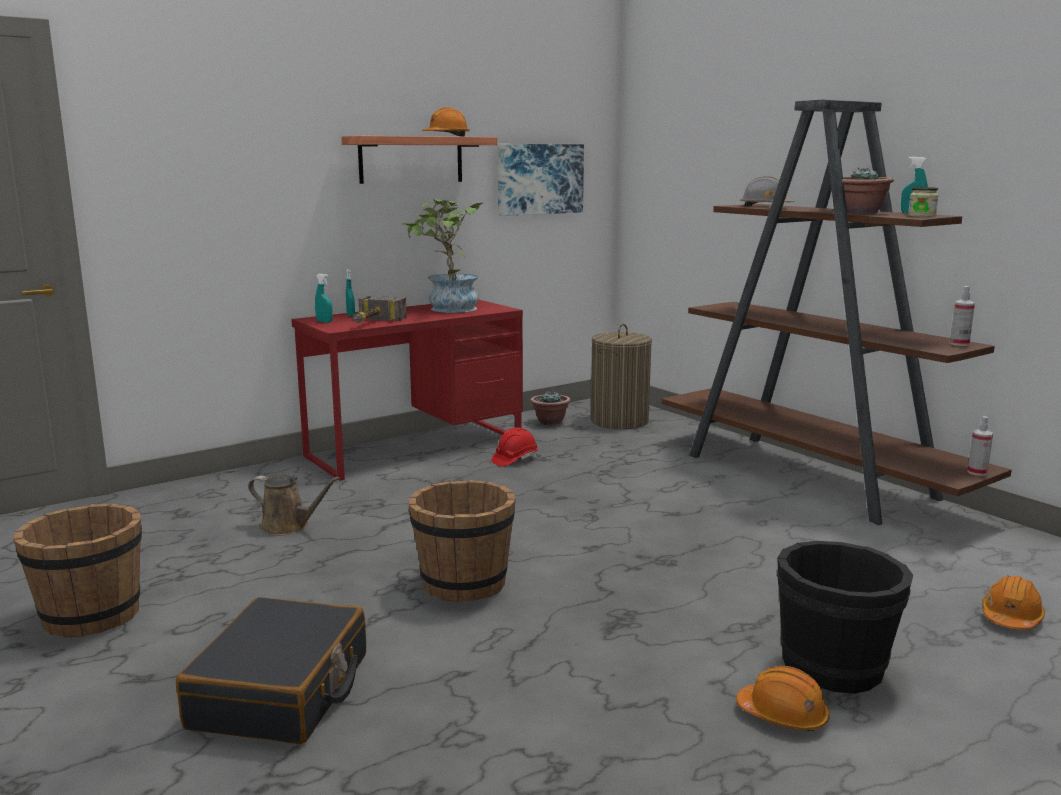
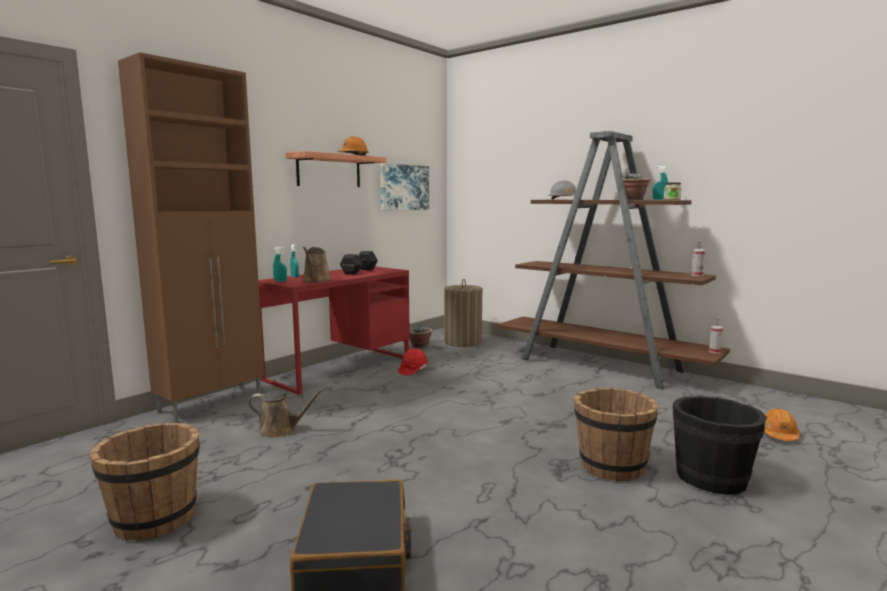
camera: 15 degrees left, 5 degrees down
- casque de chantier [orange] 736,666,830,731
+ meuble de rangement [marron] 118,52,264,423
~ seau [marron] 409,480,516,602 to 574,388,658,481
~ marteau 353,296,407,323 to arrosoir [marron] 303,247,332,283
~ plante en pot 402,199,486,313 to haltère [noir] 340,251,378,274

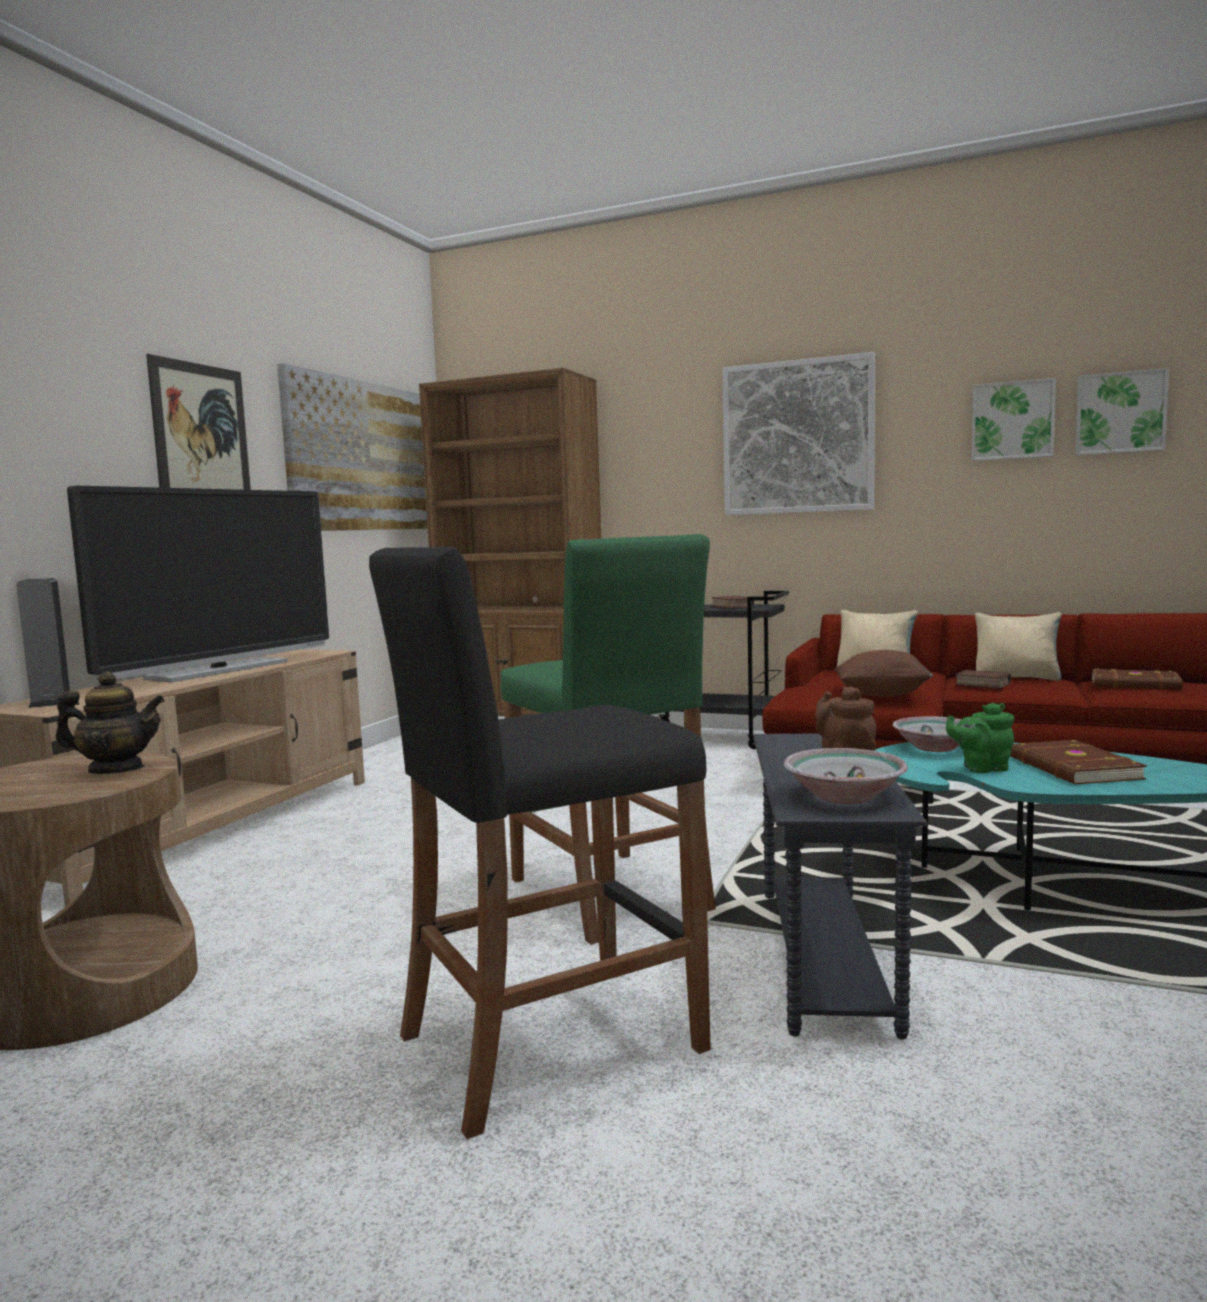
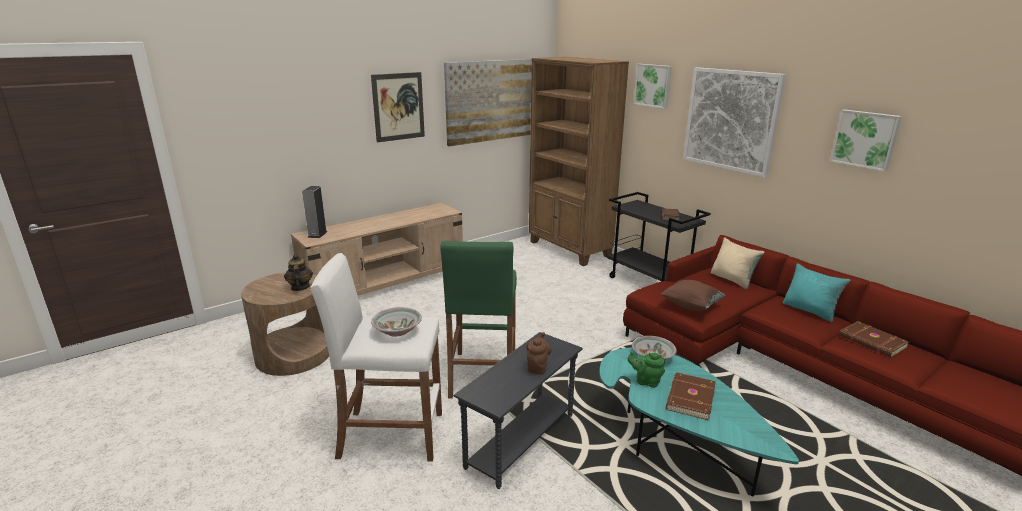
camera: 30 degrees right, 15 degrees up
- téléviseur 67,486,329,682
- livre 955,670,1011,689
~ bol 784,748,908,804 to 371,307,422,337
~ tableau 1075,368,1169,455 to 634,64,672,109
~ tabouret [noir] 369,546,711,1139 to tabouret [blanc] 311,253,442,462
~ coussin [beige] 975,612,1062,681 to coussin [turquoise] 783,263,850,322
~ théière 56,672,165,774 = 284,254,313,291 135 degrees counterclockwise

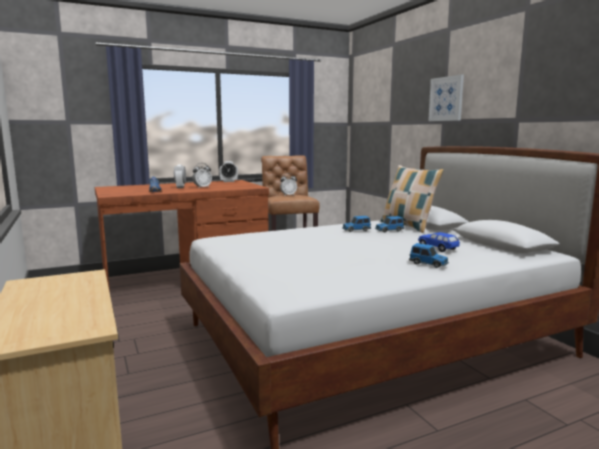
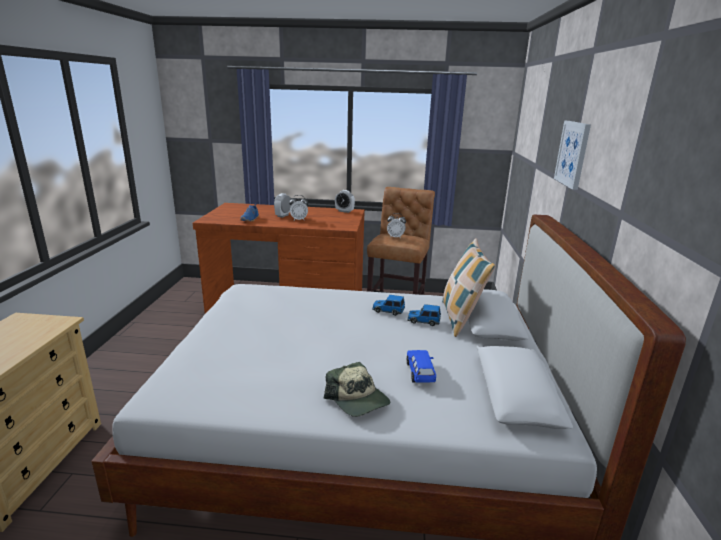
camera: 30 degrees right, 10 degrees up
~ petite voiture 409,243,449,268 to casquette 324,362,390,417

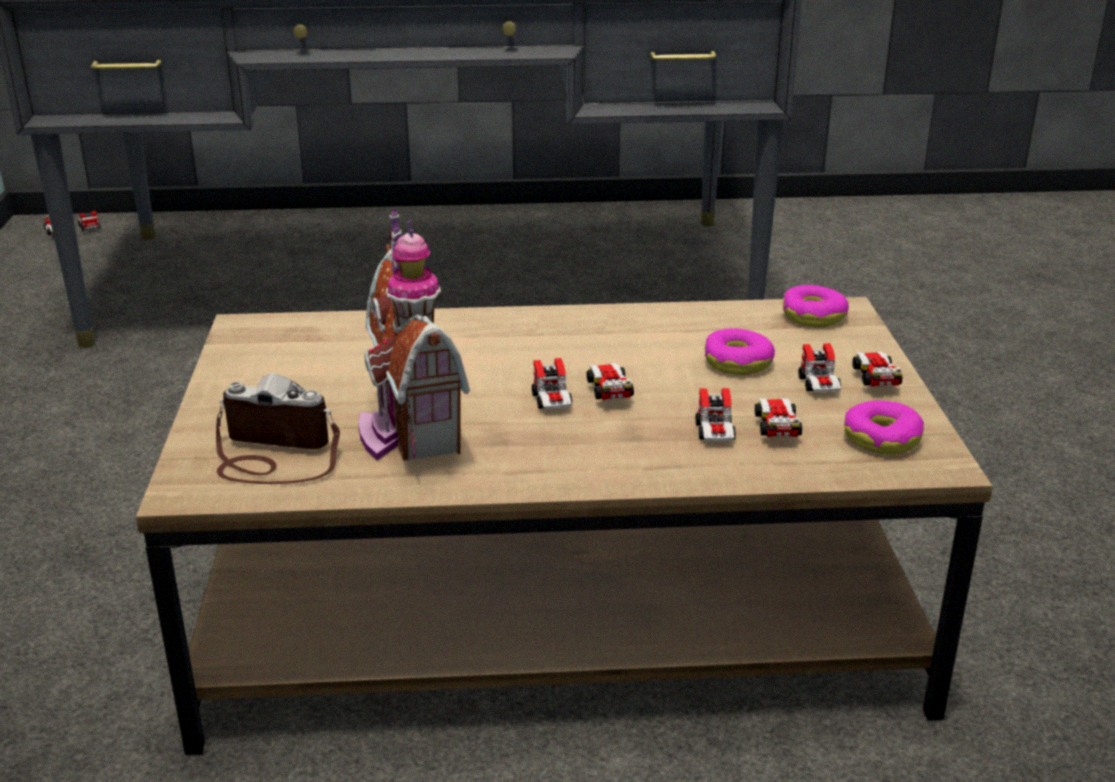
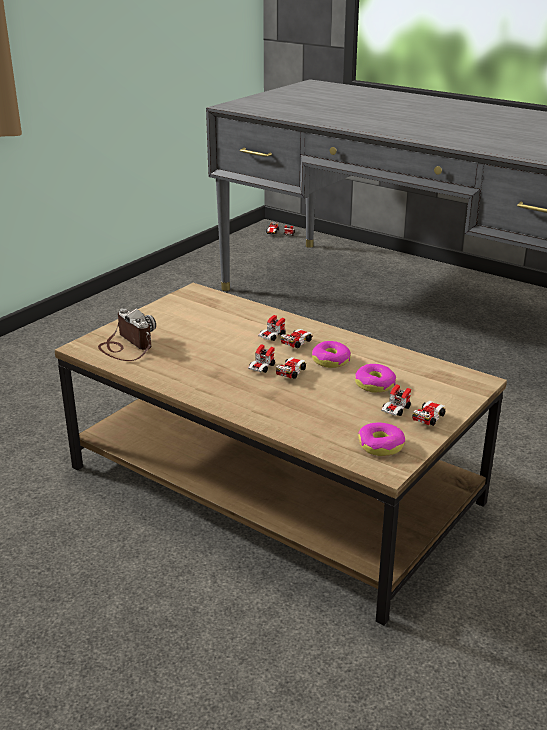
camera: 40 degrees right, 0 degrees up
- maison miniature 358,208,470,461
~ petite voiture 696,388,802,441 to 258,315,313,348
~ beignet 783,285,849,327 to 312,341,351,368

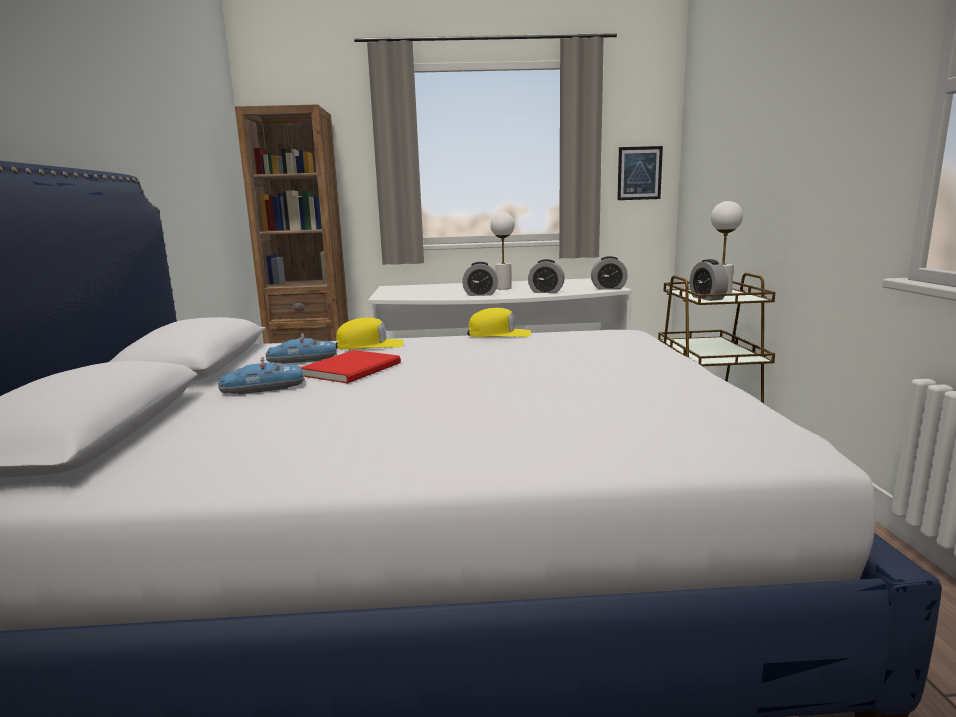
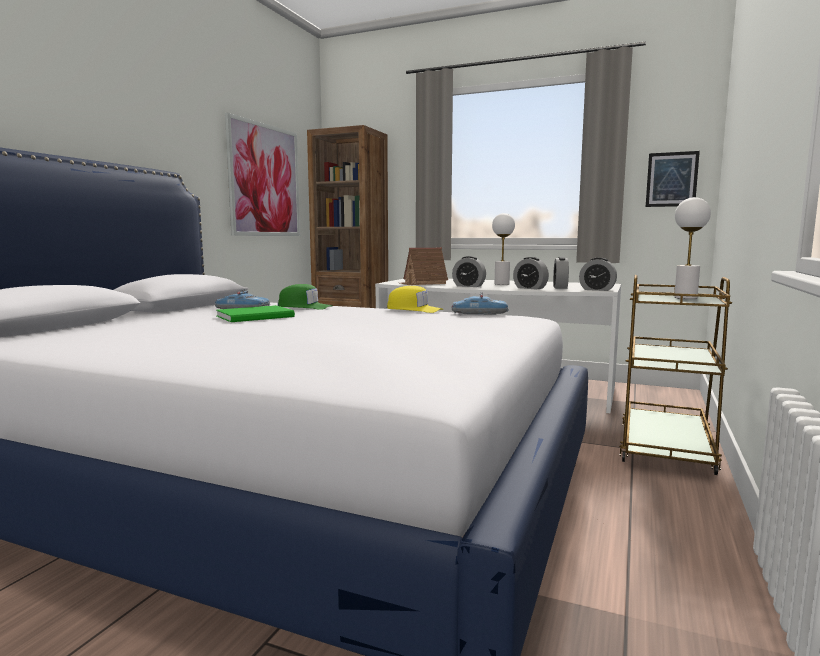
camera: 25 degrees right, 5 degrees down
+ tableau 225,112,300,236
+ maison miniature 400,247,448,285
~ petite voiture 218,357,305,394 to 452,292,509,315
~ réveil 690,259,728,301 to 553,257,569,289
~ livre [rouge] 301,350,401,384 to livre [vert] 216,305,295,322
~ casquette [jaune] 336,317,403,350 to casquette [vert] 278,284,332,310

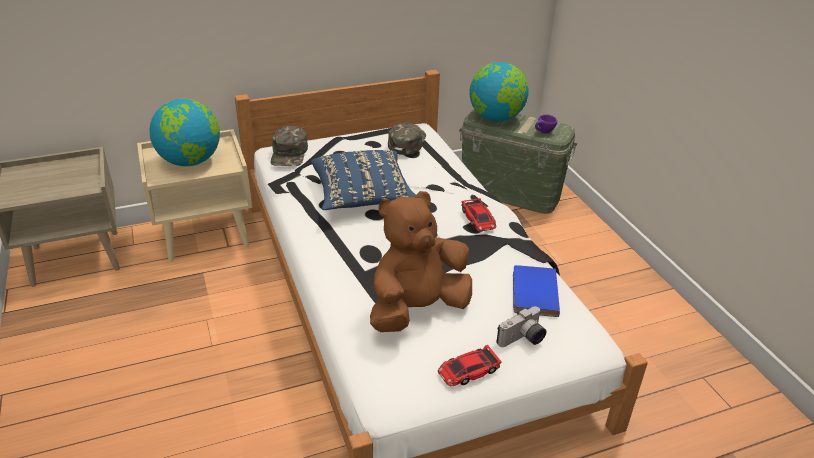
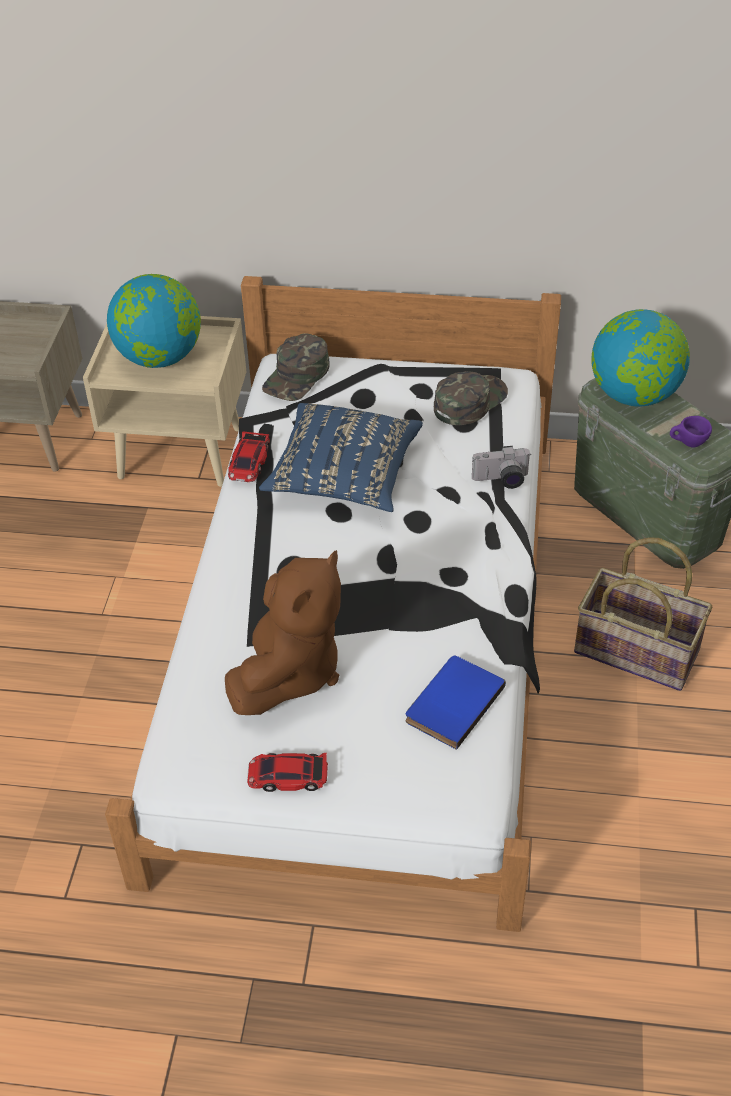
camera: 30 degrees right, 10 degrees up
+ panier 574,537,712,691
~ petite voiture 462,198,496,232 to 228,431,270,482
~ appareil photo 496,306,547,347 to 472,446,530,489
~ peluche [marron] 370,191,472,332 = 225,550,341,715 120 degrees clockwise

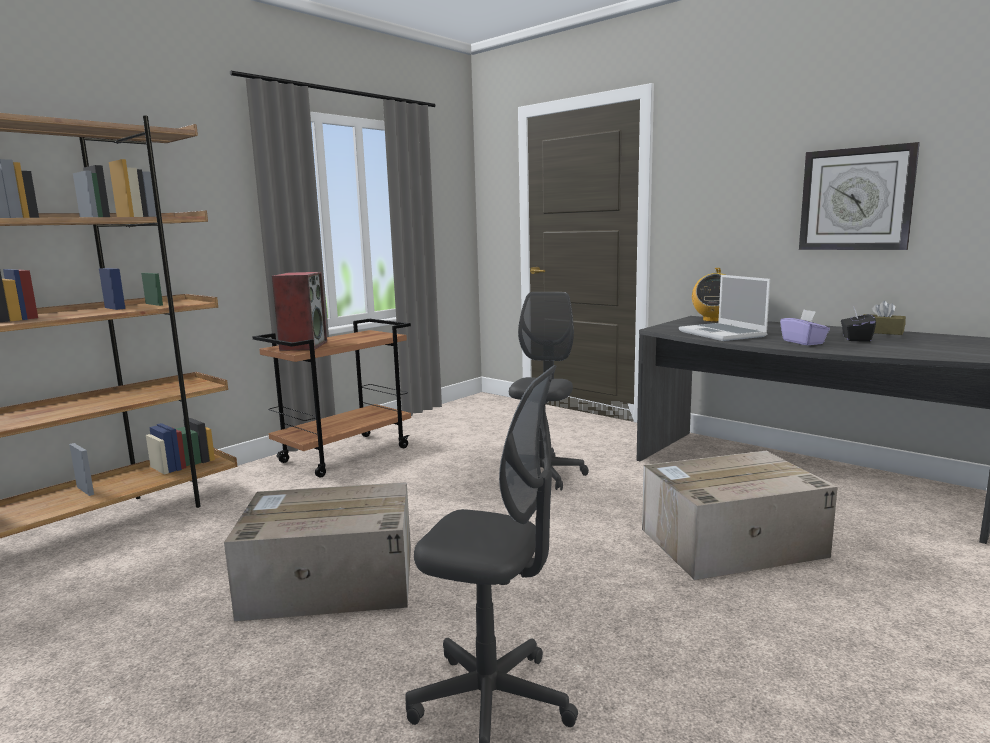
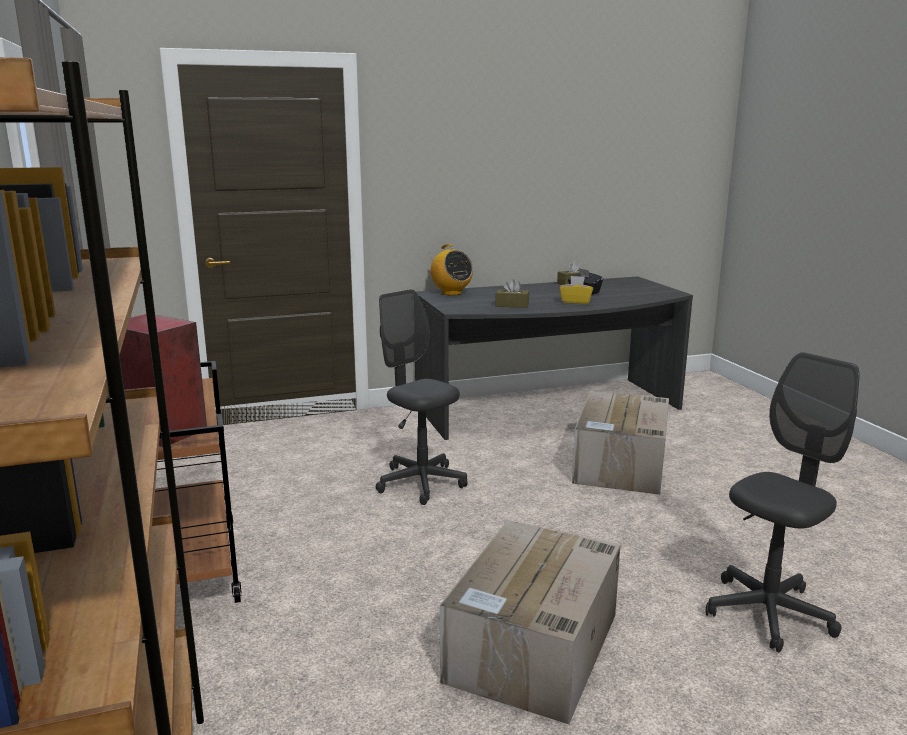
camera: 60 degrees left, 5 degrees up
- horloge murale 799,142,920,250
~ ordinateur portable 679,275,770,341 to boîte à mouchoirs [marron] 495,279,529,308
~ boîte à mouchoirs [violet] 780,310,830,345 to boîte à mouchoirs [jaune] 559,276,593,304

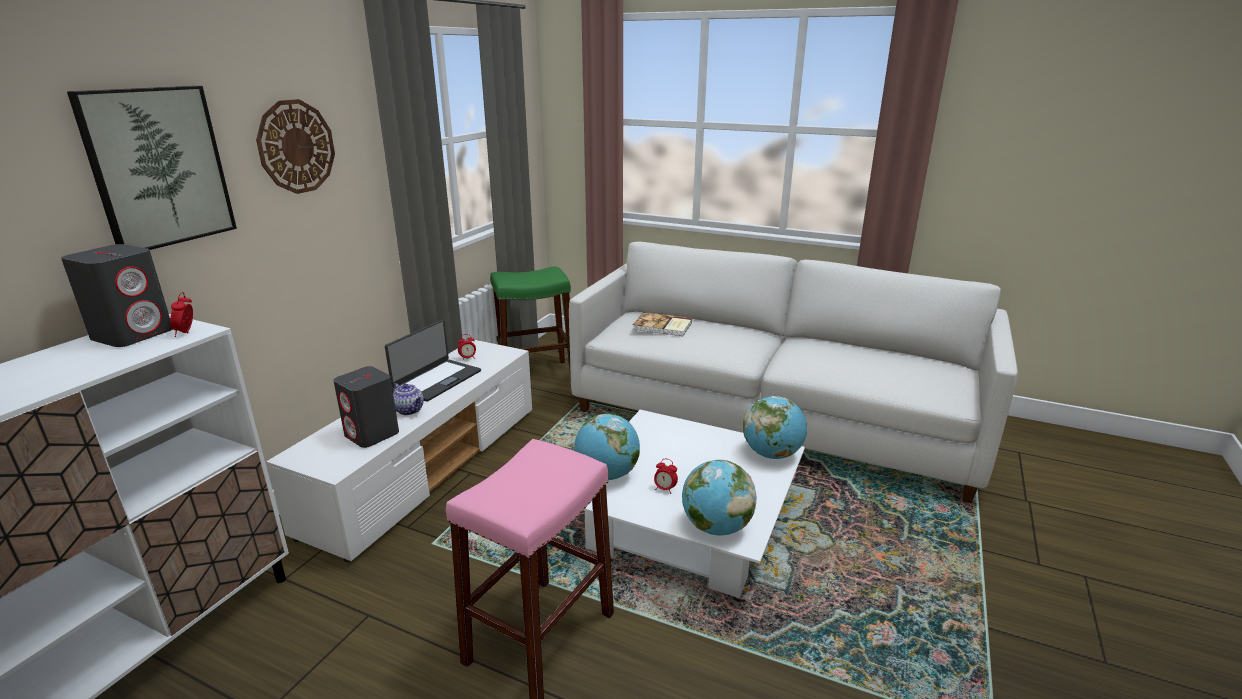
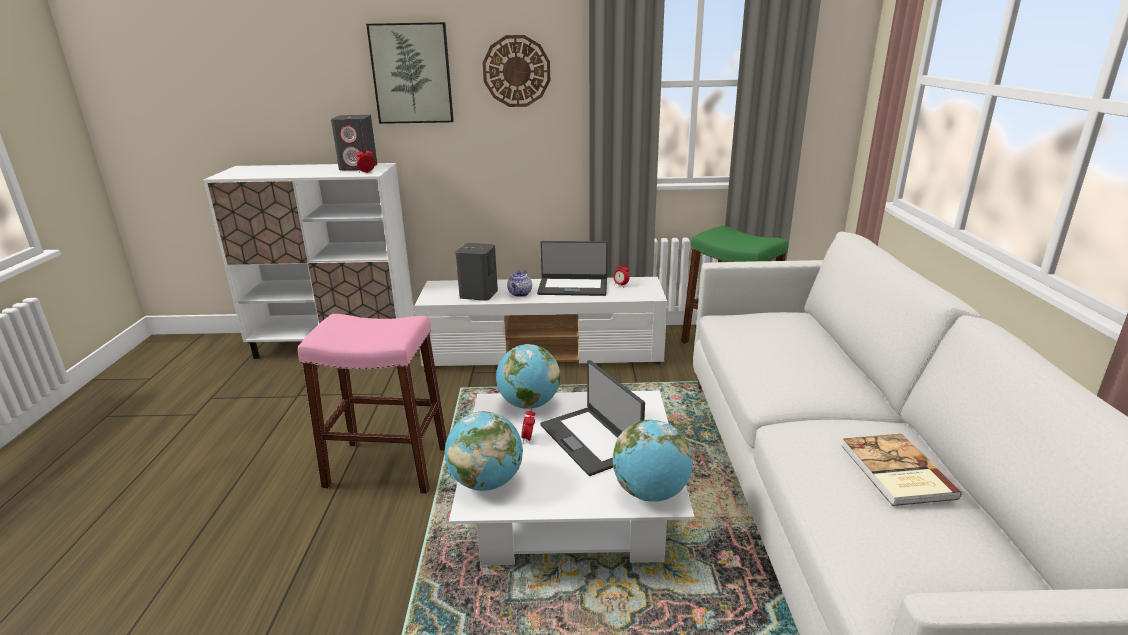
camera: 65 degrees right, 0 degrees up
+ ordinateur portable 540,360,645,476
~ livre 632,312,692,336 to 841,434,962,506

